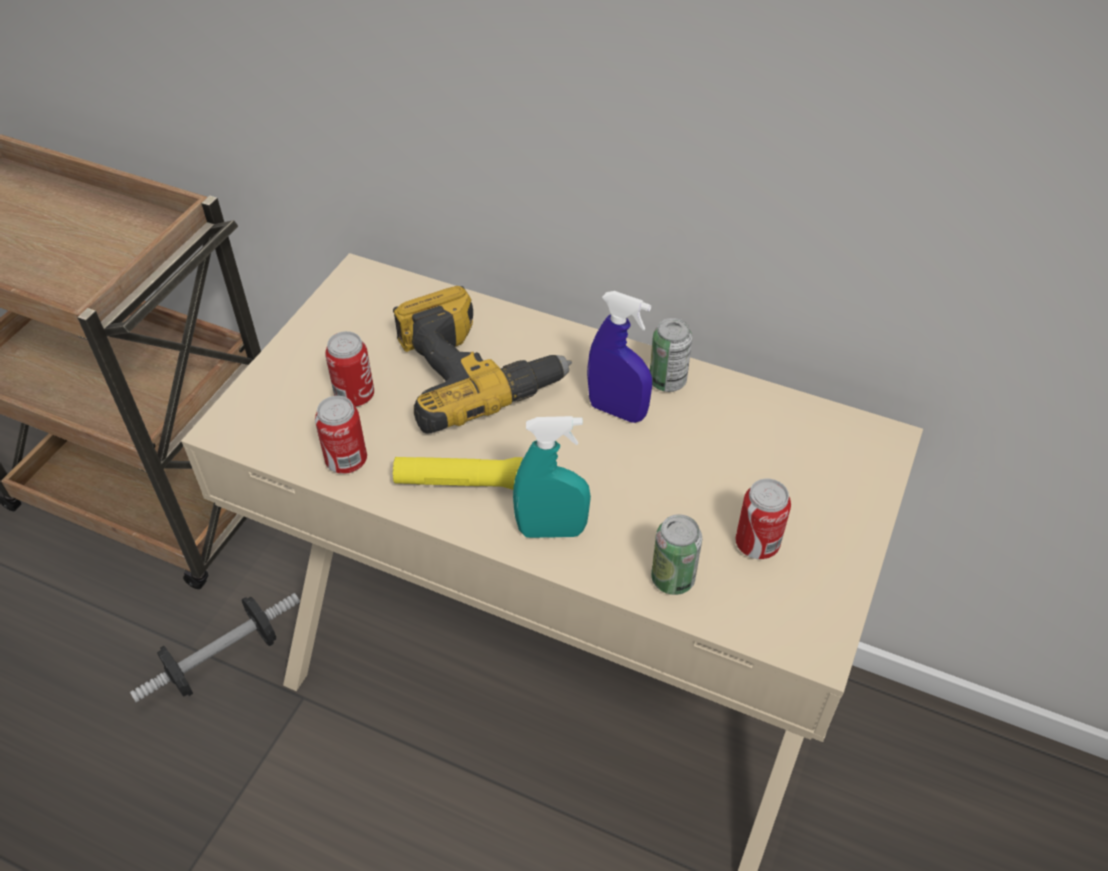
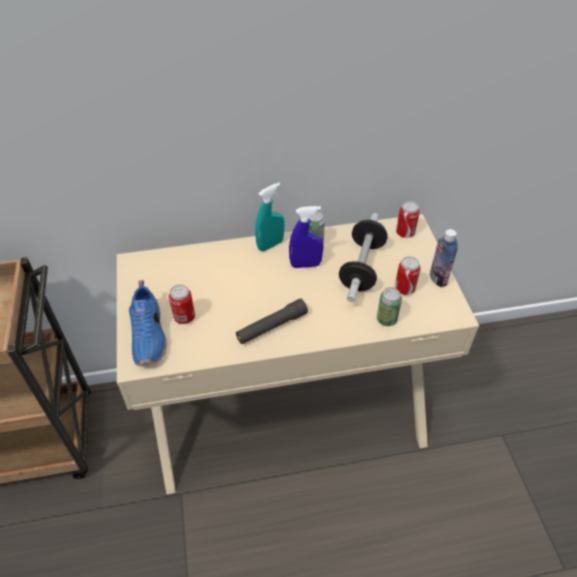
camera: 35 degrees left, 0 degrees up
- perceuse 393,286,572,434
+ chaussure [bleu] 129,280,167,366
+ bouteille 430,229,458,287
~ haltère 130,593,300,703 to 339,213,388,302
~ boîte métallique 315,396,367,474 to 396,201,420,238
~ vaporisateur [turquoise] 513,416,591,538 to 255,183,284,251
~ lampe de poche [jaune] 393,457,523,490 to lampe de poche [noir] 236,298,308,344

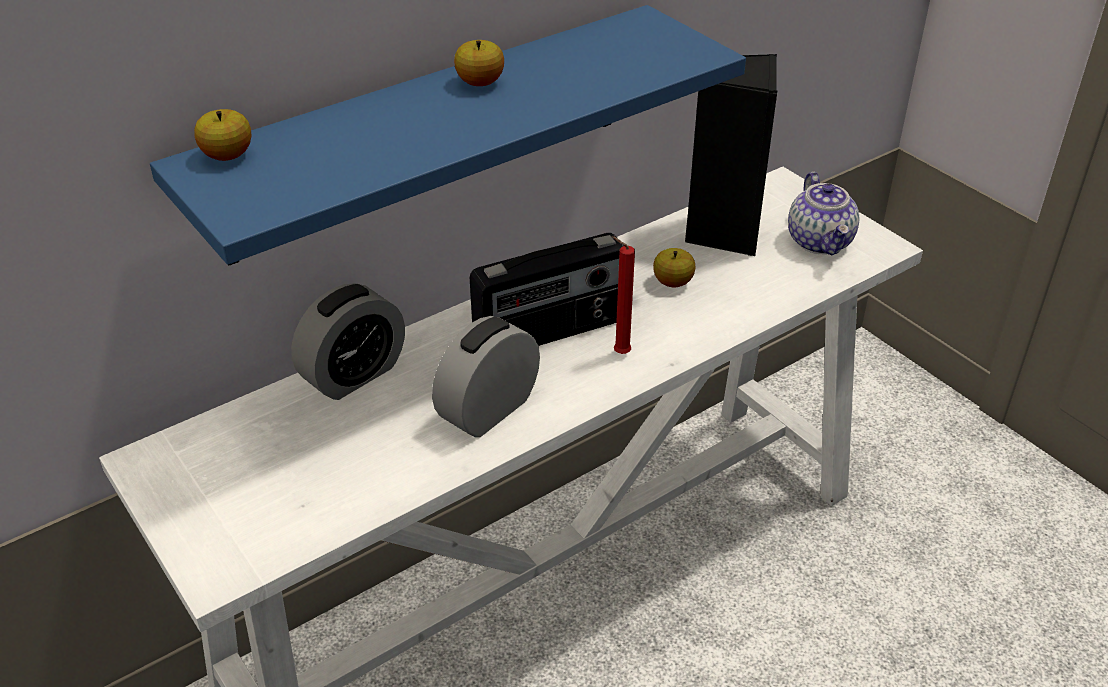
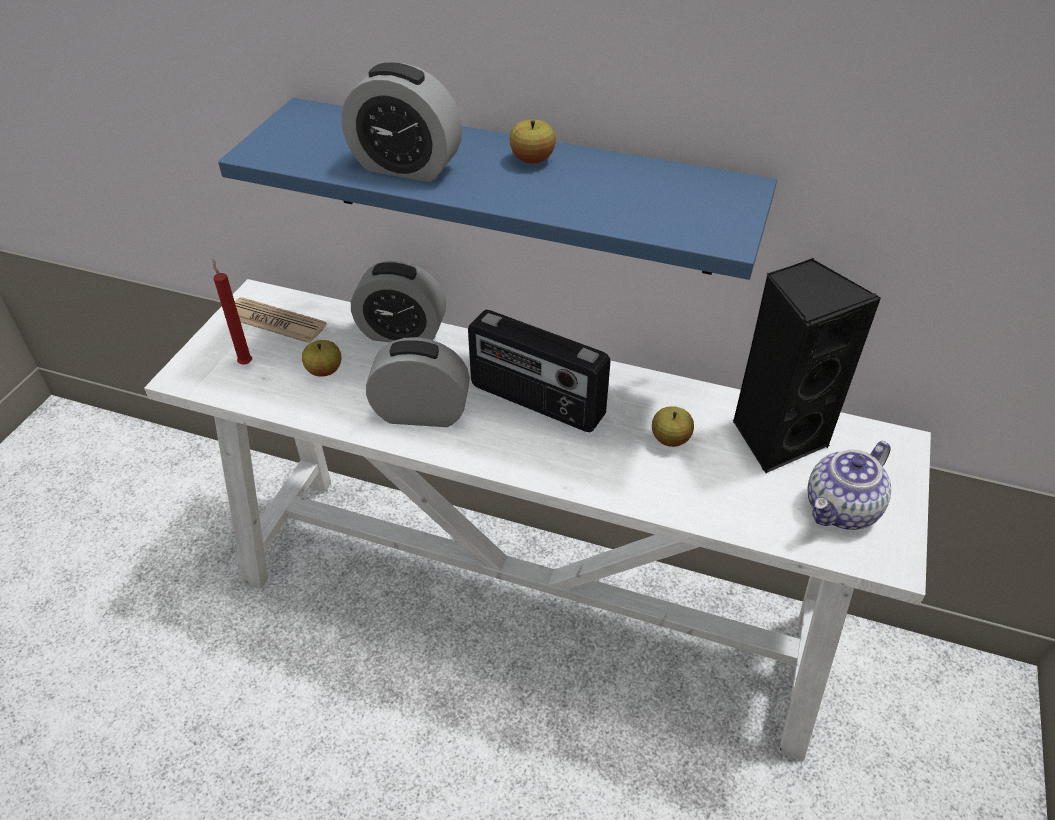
camera: 55 degrees right, 5 degrees up
+ journal 224,297,327,343
+ réveil 341,62,462,182
~ pomme 194,109,251,161 to 302,340,341,377
~ bougie [rouge] 612,236,635,354 to 213,259,252,364

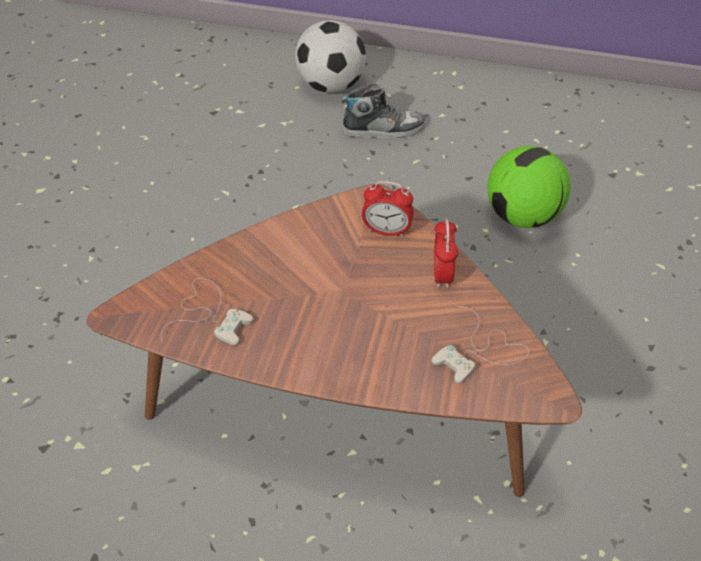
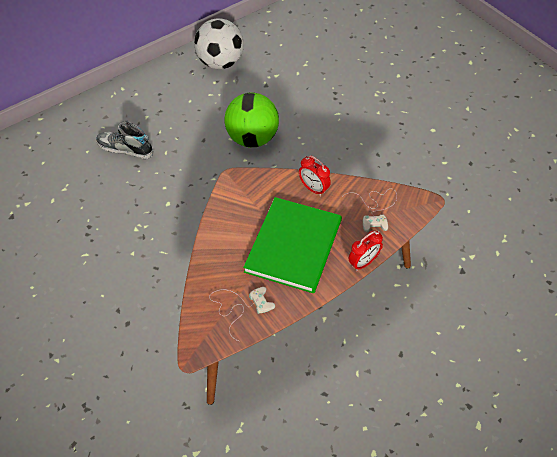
camera: 50 degrees left, 5 degrees up
+ livre [vert] 243,197,342,293
~ ballon de foot 295,20,366,93 to 194,18,244,69
~ réveil 362,181,414,237 to 349,231,383,271
~ chaussure 342,83,425,138 = 96,121,153,159 105 degrees counterclockwise

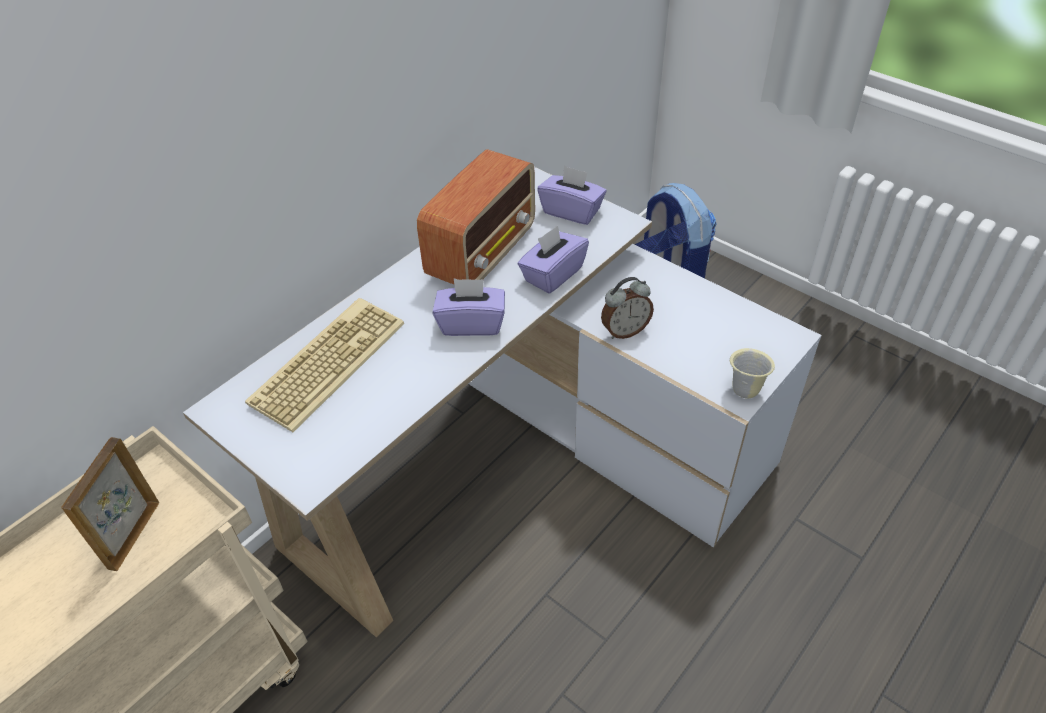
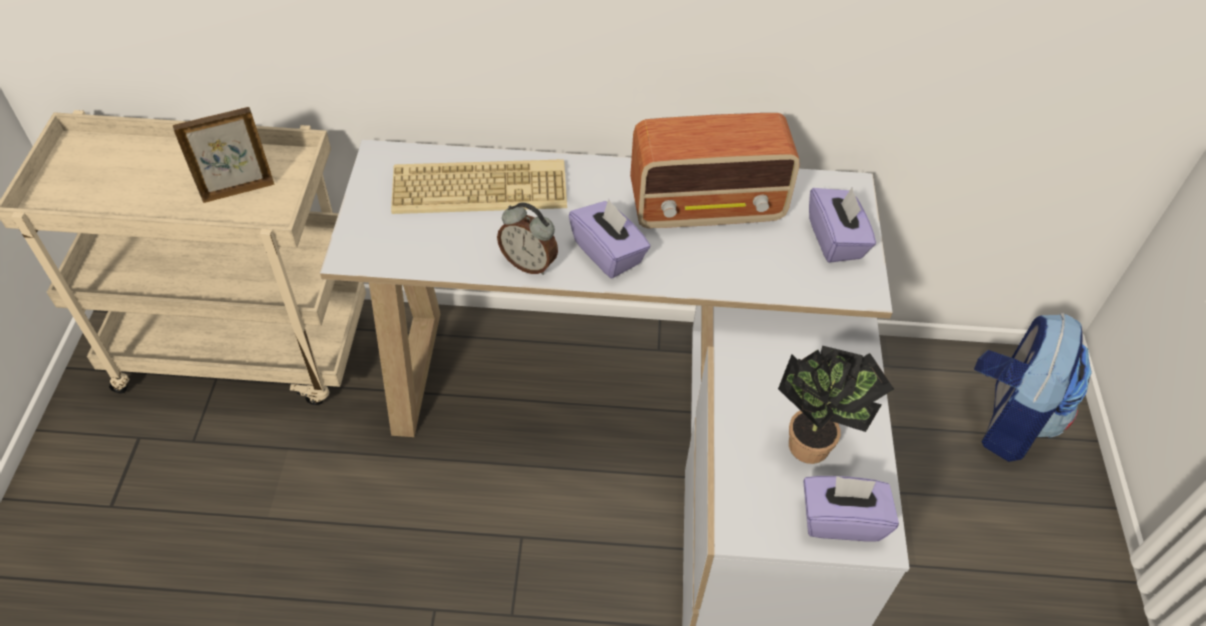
camera: 50 degrees right, 5 degrees up
- mug [beige] 730,348,775,399
+ plante en pot 778,345,894,464
~ boîte à mouchoirs [violet] 518,225,589,293 to 803,476,899,541
~ réveil 601,277,654,339 to 497,202,558,275

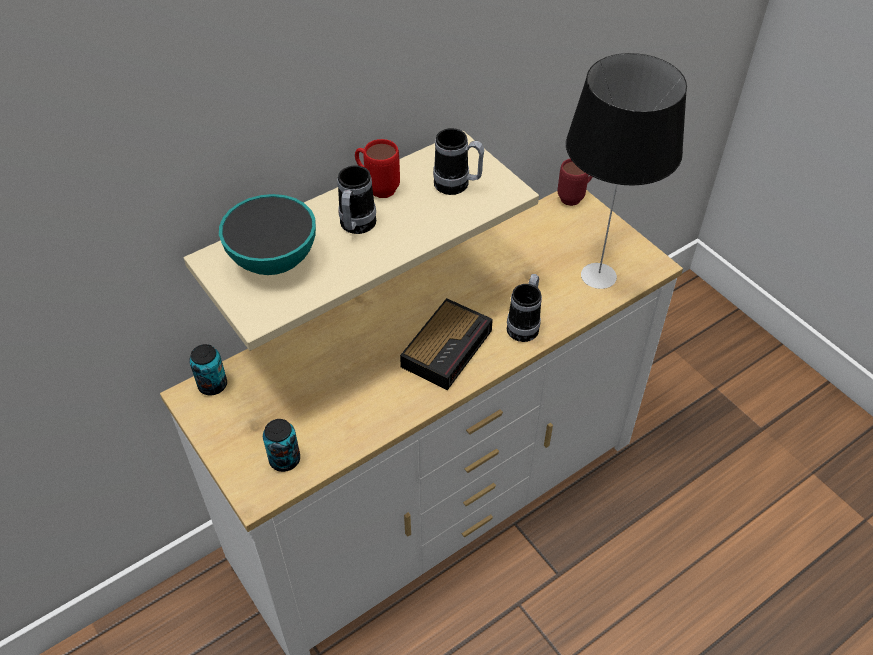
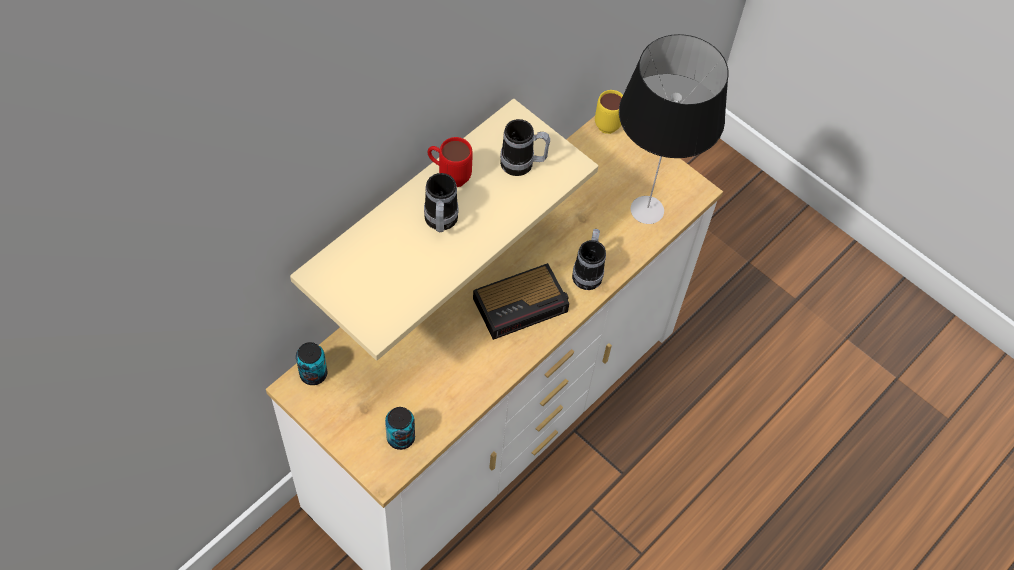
camera: 15 degrees left, 10 degrees up
- bol 219,194,316,275
~ mug [rouge] 558,159,593,206 to mug [jaune] 595,90,623,134
~ réveil 400,298,493,390 = 473,263,569,340 45 degrees clockwise

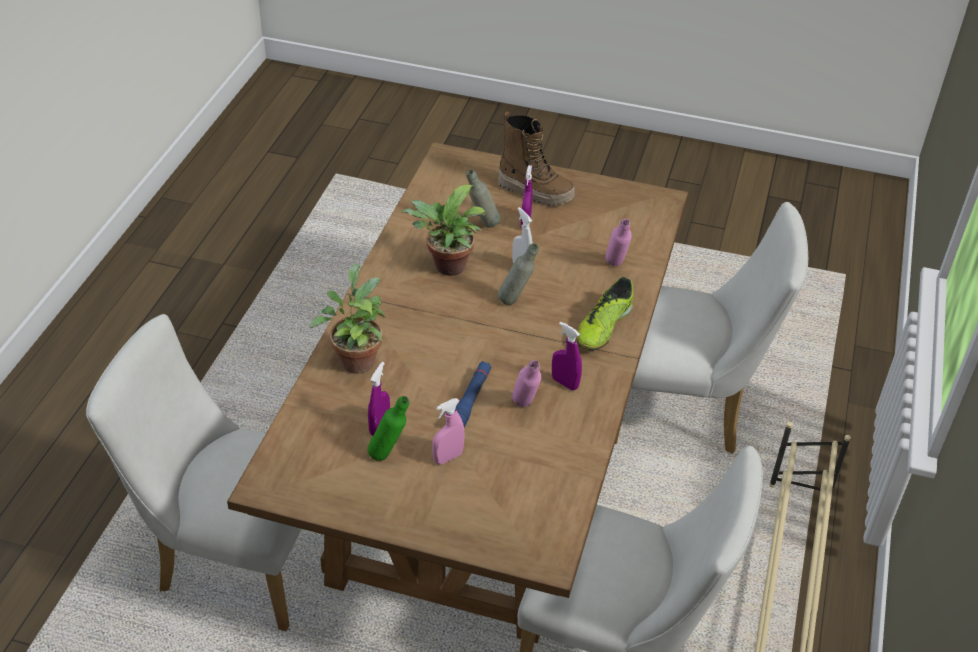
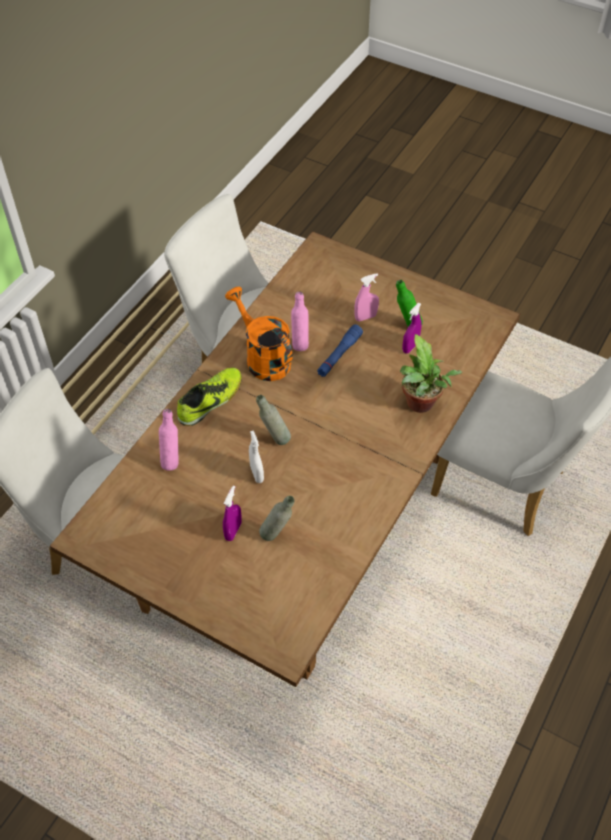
camera: 165 degrees left, 10 degrees up
- plante en pot 401,184,486,276
- botte 498,111,575,207
~ vaporisateur [violet] 552,321,582,390 to arrosoir [orange] 225,287,293,381

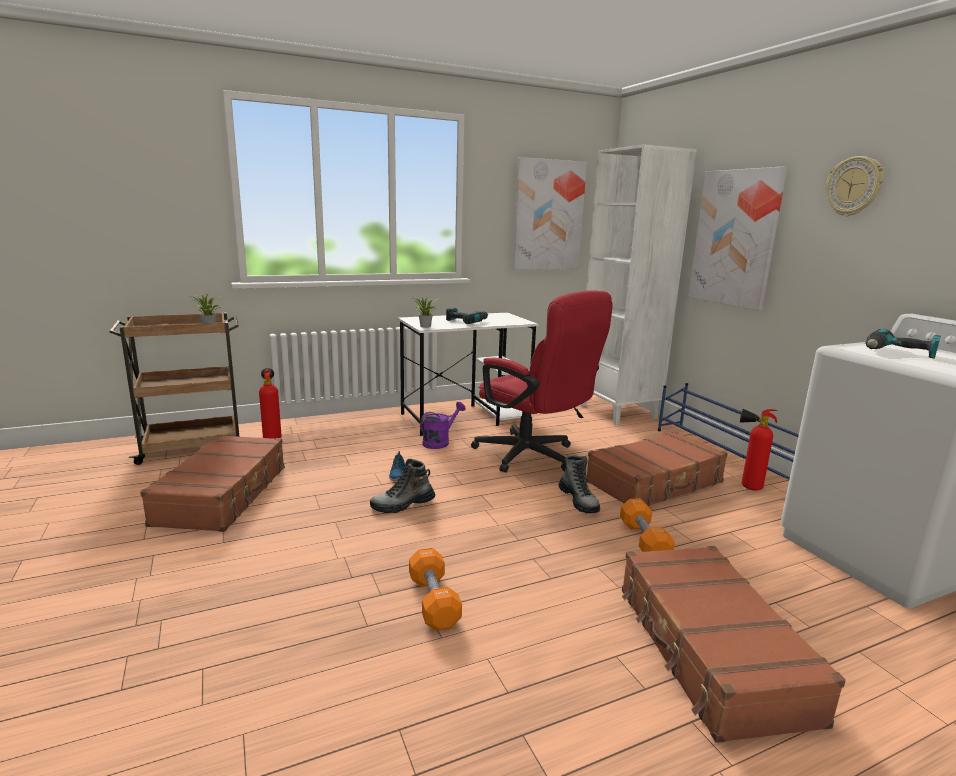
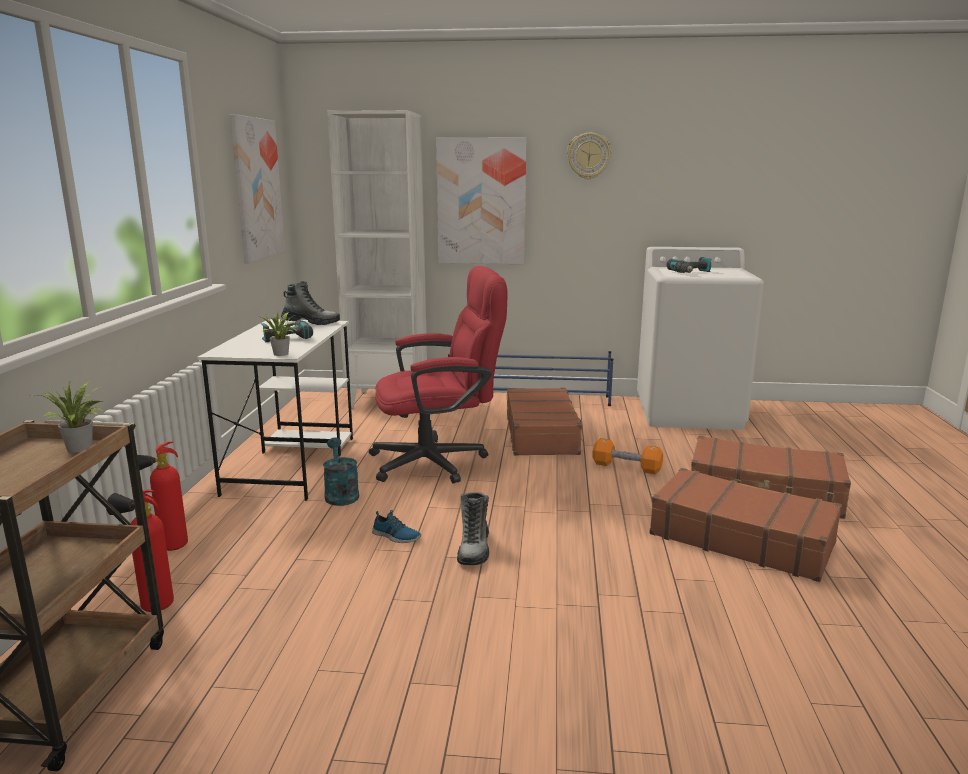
camera: 60 degrees left, 0 degrees up
- haltère [orange] 409,548,462,631
~ valise [marron] 140,435,285,532 to 649,468,842,582
~ botte 559,455,600,513 to 281,281,340,325
~ extincteur 740,409,777,491 to 137,441,188,551
~ arrosoir [violet] 420,402,465,449 to arrosoir [turquoise] 323,438,359,506

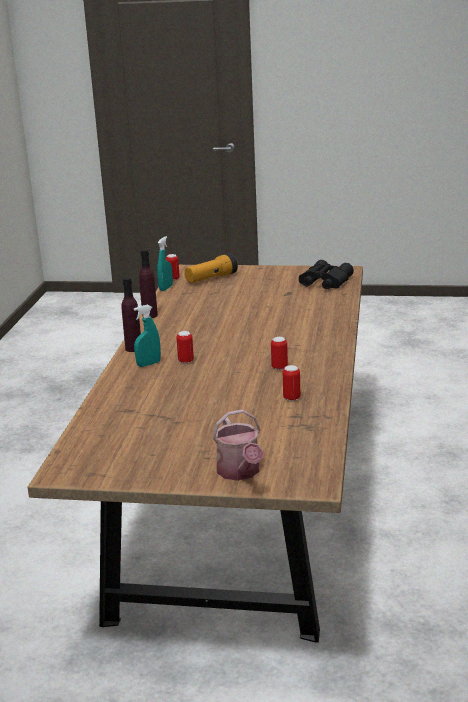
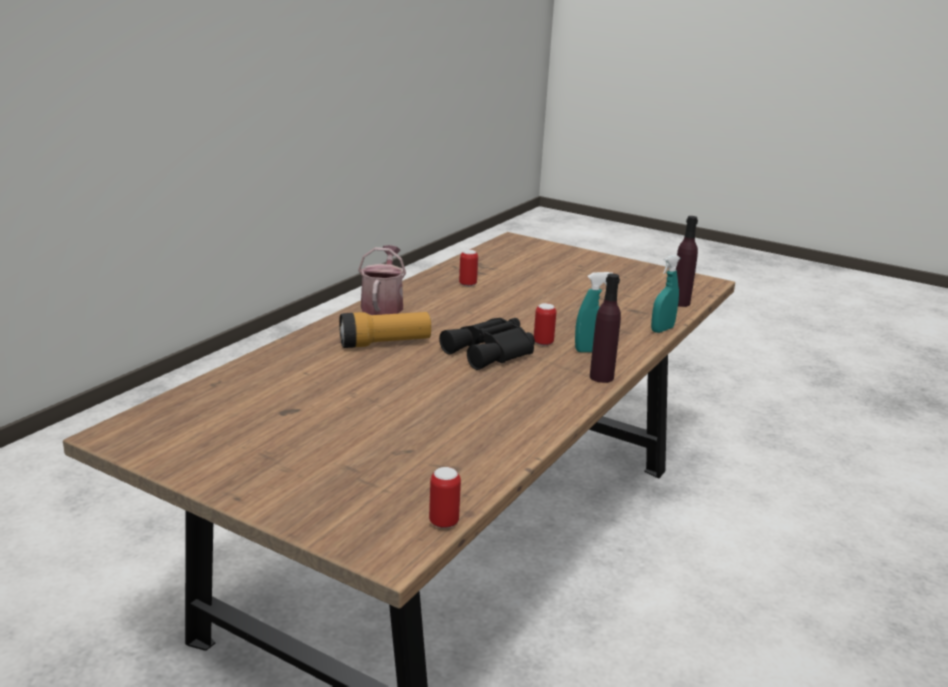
camera: 160 degrees left, 0 degrees up
- boîte métallique 271,337,288,370
~ bouteille [violet] 139,249,158,318 to 676,216,698,307
~ vaporisateur [turquoise] 157,236,173,291 to 651,255,680,333
~ lampe de poche 185,253,238,283 to 339,312,431,348
~ arrosoir 212,410,263,481 to 358,245,406,315
~ jumelles [noir] 299,260,354,289 to 439,318,535,370

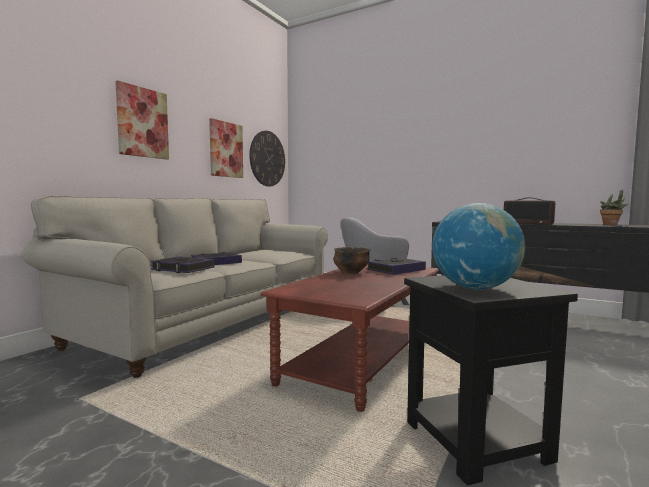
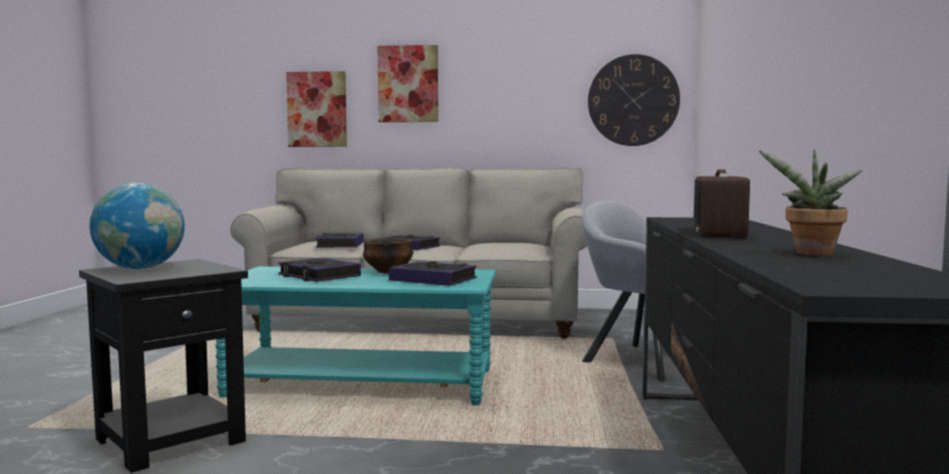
camera: 65 degrees right, 0 degrees up
+ livre 278,258,361,282
~ tableau 209,118,243,178 to 286,71,347,147
~ table basse [marron] 260,264,439,412 to table basse [turquoise] 215,266,496,405

